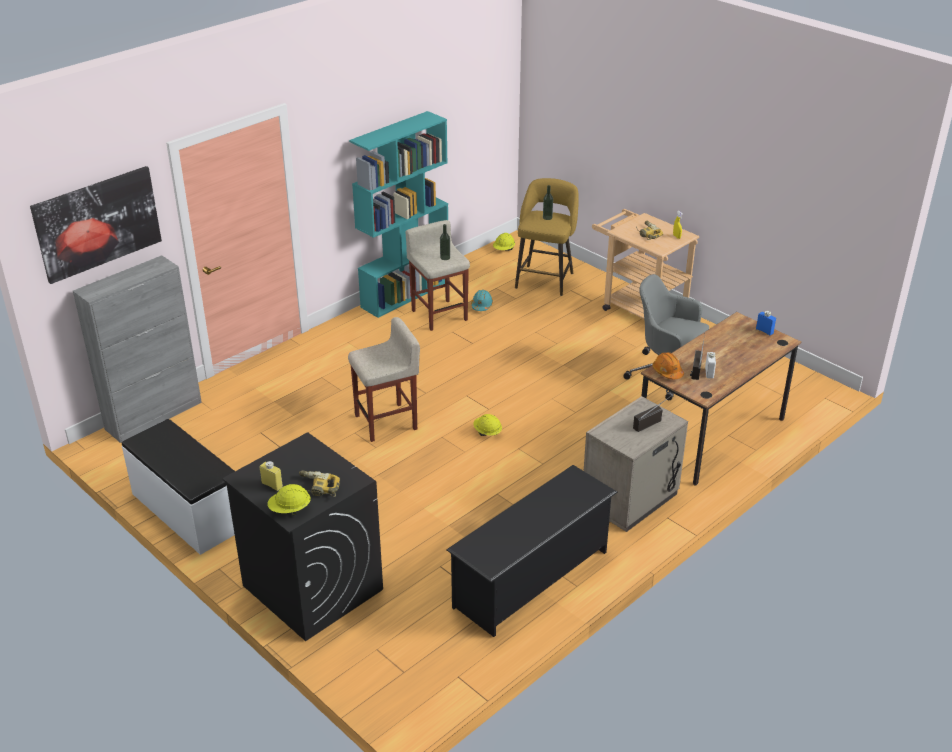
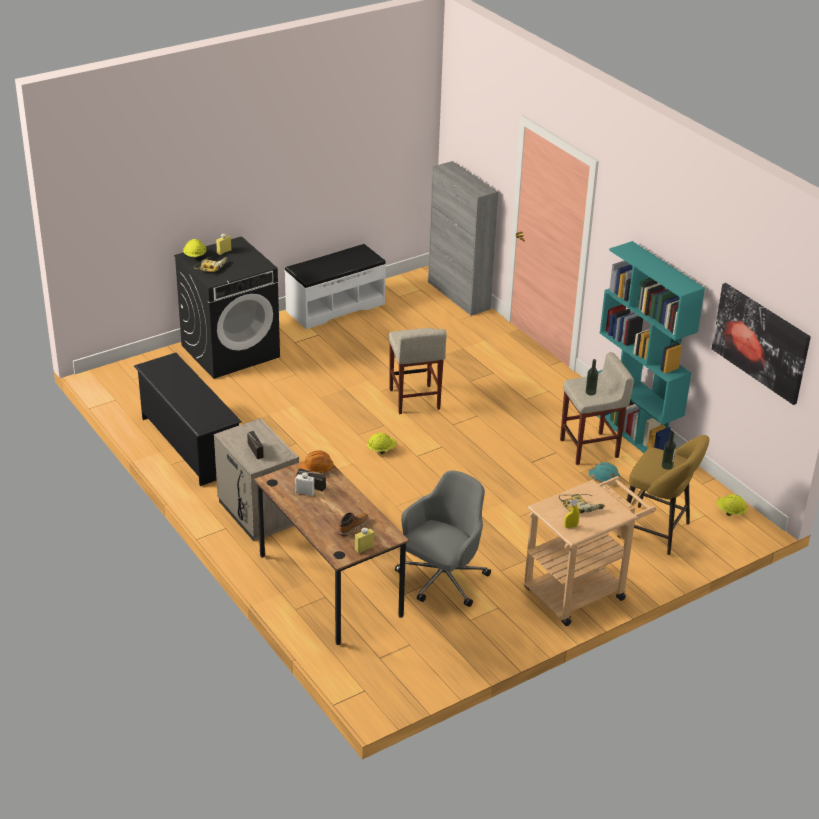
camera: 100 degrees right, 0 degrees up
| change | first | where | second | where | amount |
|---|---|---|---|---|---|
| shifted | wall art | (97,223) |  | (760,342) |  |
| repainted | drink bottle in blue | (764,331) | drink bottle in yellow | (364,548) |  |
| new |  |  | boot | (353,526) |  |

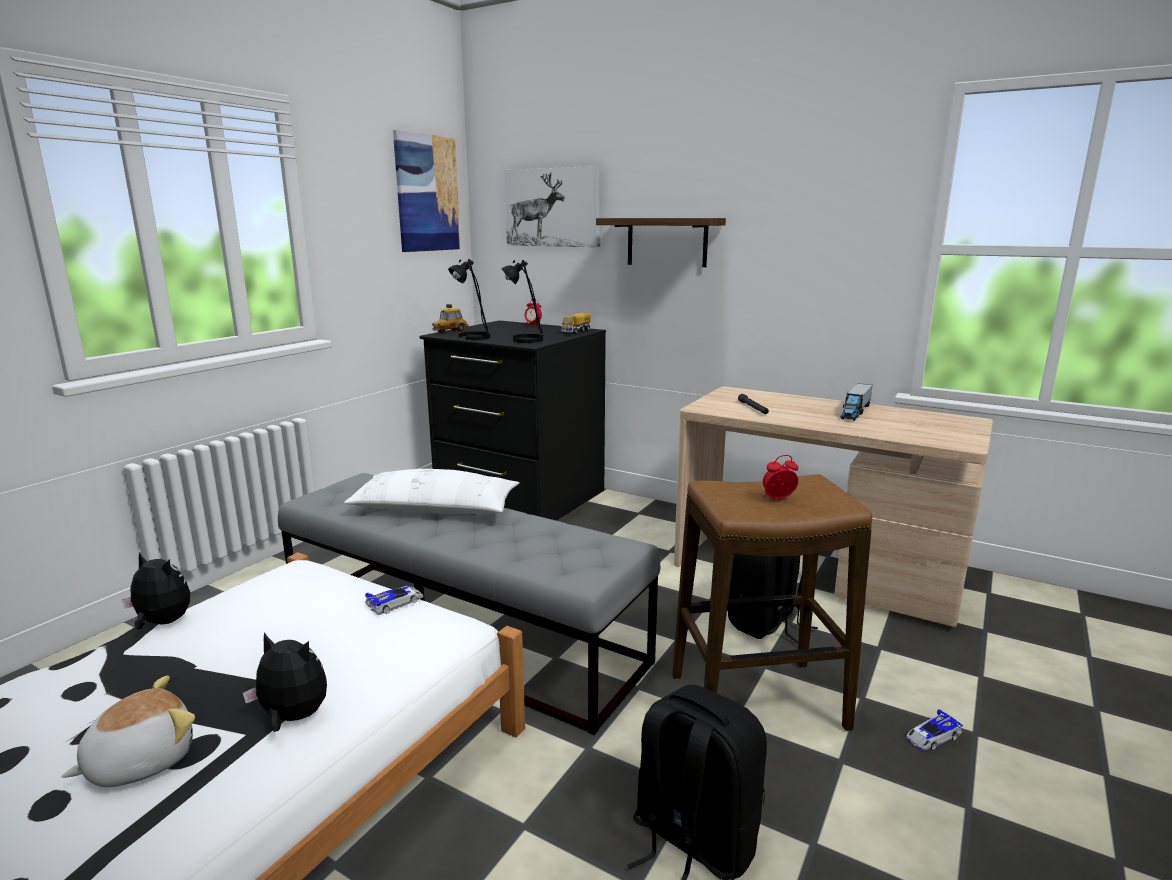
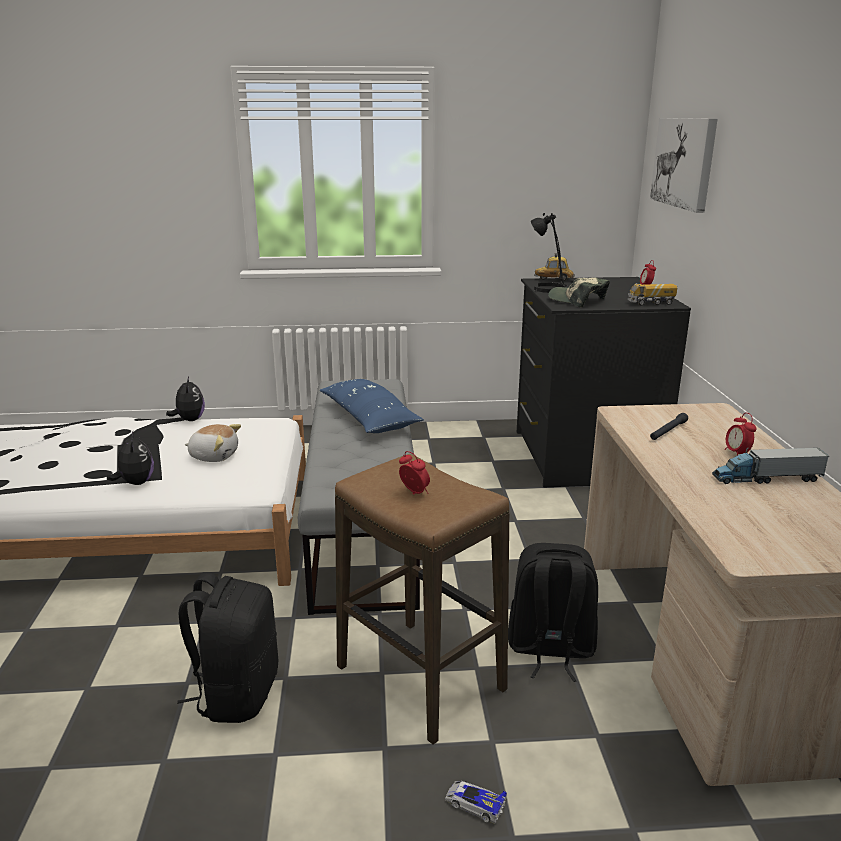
camera: 55 degrees right, 5 degrees up
| change | first | where | second | where | amount |
|---|---|---|---|---|---|
| shifted | cuddly toy | (140,761) |  | (214,456) |  |
| repainted | cushion in white | (435,510) | cushion in blue | (368,418) |  |
| gone | miniature car | (396,603) |  |  |  |
| gone | wall art | (427,193) |  |  |  |
| swapped | tabletop lamp in blackish | (526,339) | cap | (577,300) |  |
| gone | shelf | (667,242) |  |  |  |
| new |  |  | alarm clock | (737,453) |  |

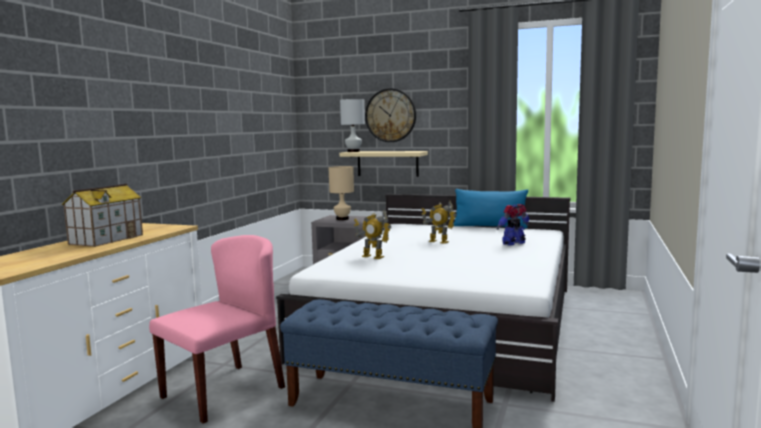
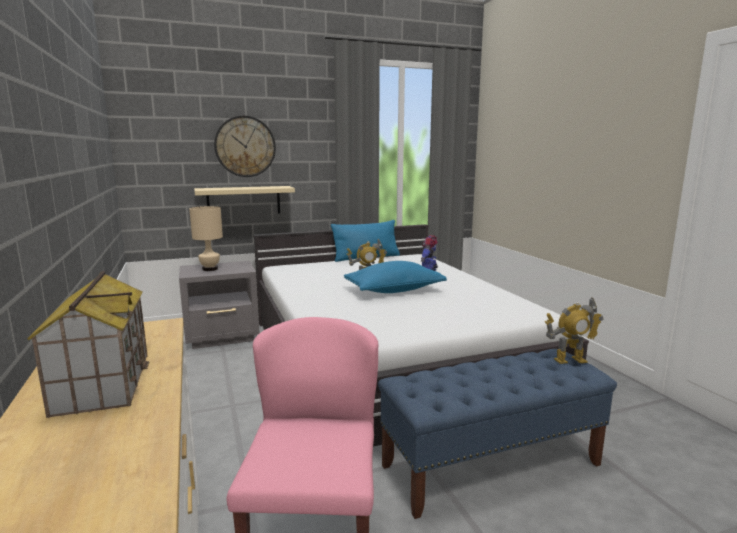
camera: 40 degrees left, 5 degrees up
| change | first | where | second | where | amount |
|---|---|---|---|---|---|
| gone | tabletop lamp in white | (353,151) |  |  |  |
| shifted | toy robot | (372,257) |  | (570,360) |  |
| new |  |  | cushion in blue | (394,290) |  |

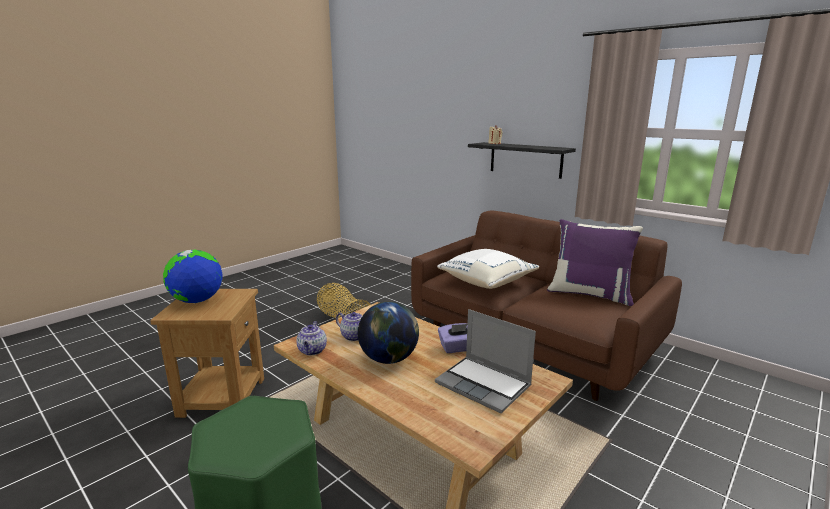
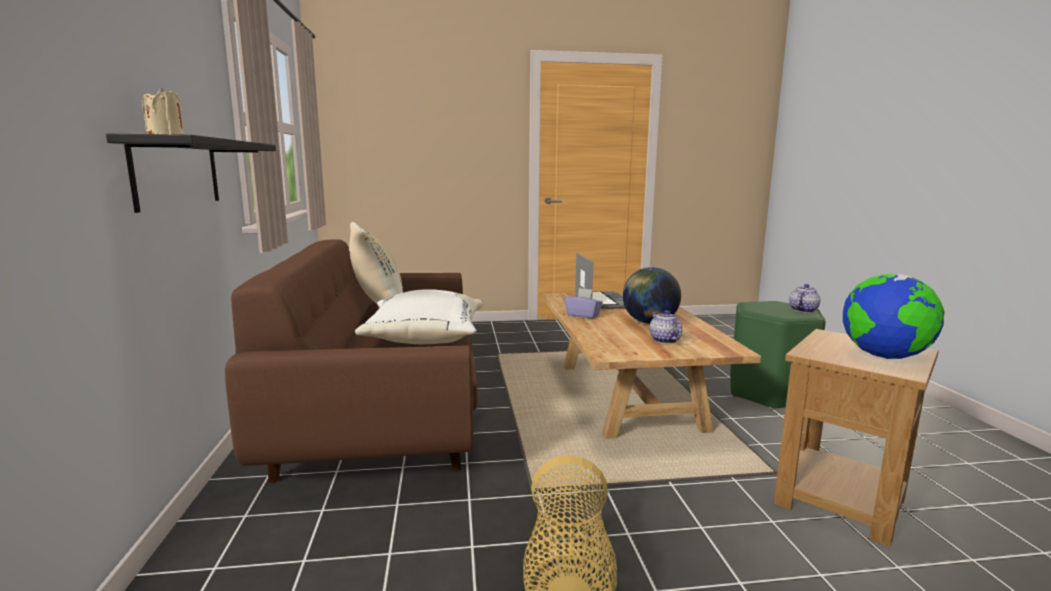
camera: 140 degrees left, 5 degrees down
| change | first | where | second | where | amount |
|---|---|---|---|---|---|
| shifted | tea pot | (312,351) |  | (803,310) |  |
| repainted | cushion in purple-coloured | (590,294) | cushion in beige-coloured | (377,309) |  |

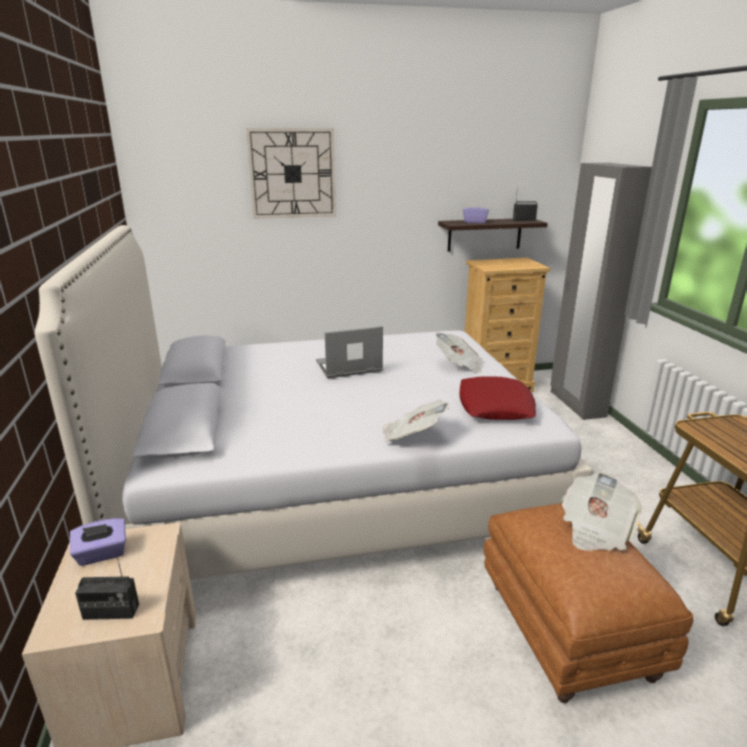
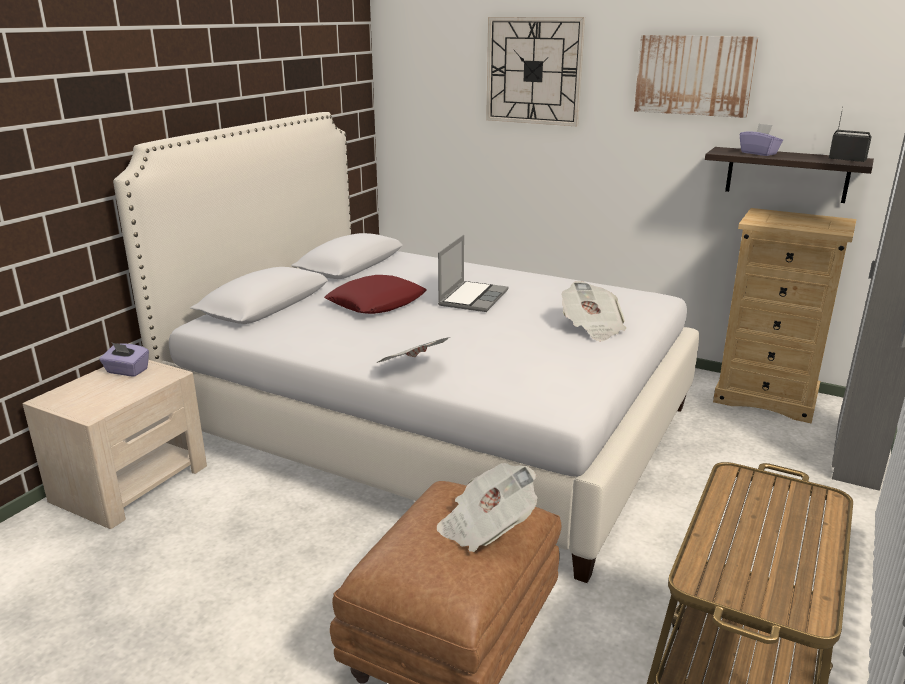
camera: 40 degrees right, 0 degrees up
| change | first | where | second | where | amount |
|---|---|---|---|---|---|
| gone | radio set | (111,612) |  |  |  |
| rotated | portable computer | (348,367) |  | (472,298) | 90 degrees clockwise |
| shifted | cushion in reddish | (494,406) |  | (376,303) |  |
| new |  |  | wall art | (694,75) |  |

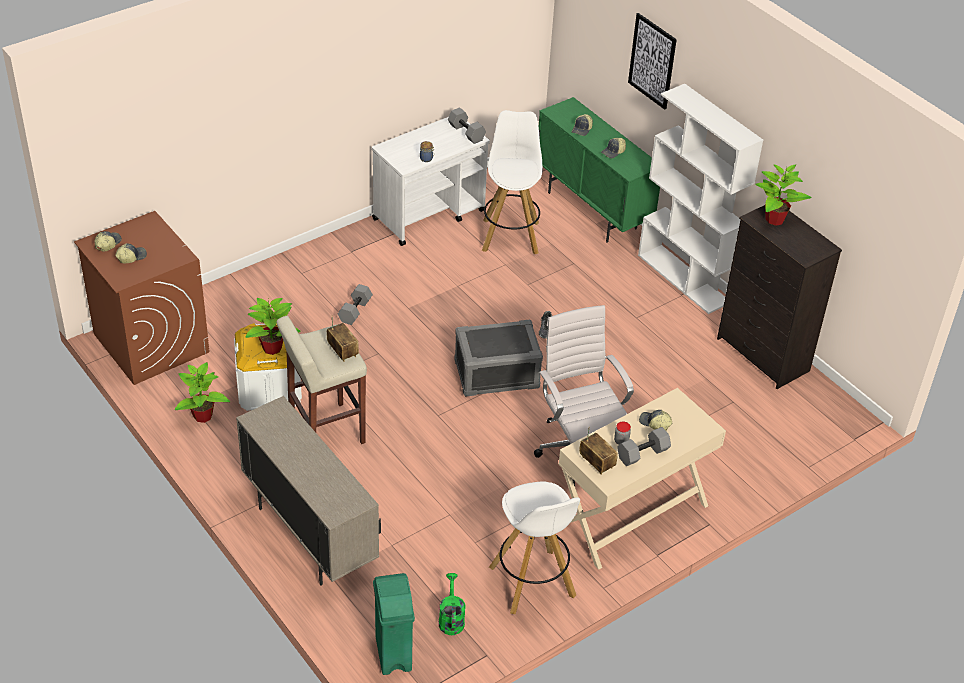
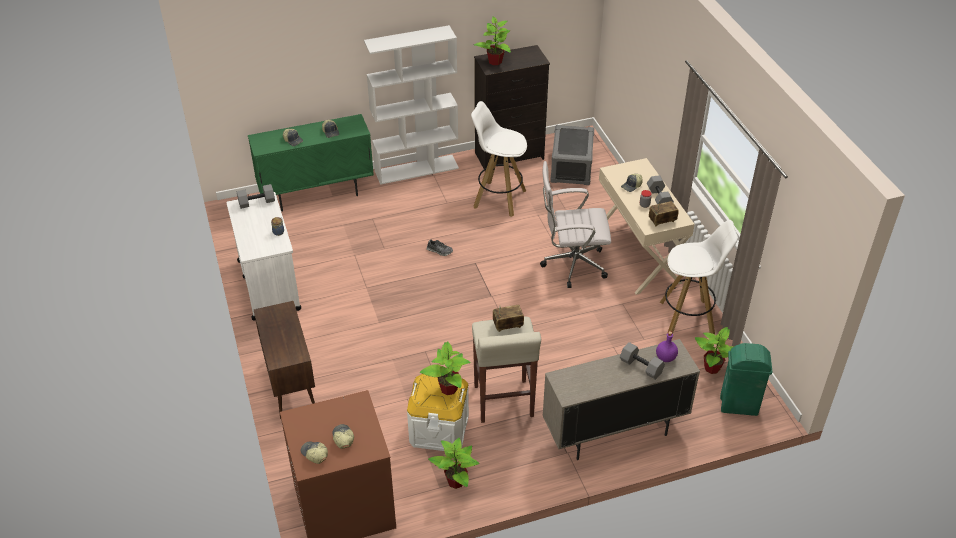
camera: 70 degrees left, 0 degrees up
| change | first | where | second | where | amount |
|---|---|---|---|---|---|
| shifted | dumbbell in gray | (354,310) |  | (640,367) |  |
| swapped | watering can in greenish | (451,619) | plant in a pot | (712,367) |  |
| shifted | storage container in gray | (496,374) |  | (571,168) |  |
| shifted | sitting stool in white | (510,236) |  | (498,199) |  |
| gone | wall art | (652,61) |  |  |  |
| new |  |  | cabinet in brown | (290,384) |  |
| new |  |  | drink bottle in purple-coloured | (665,357) |  |

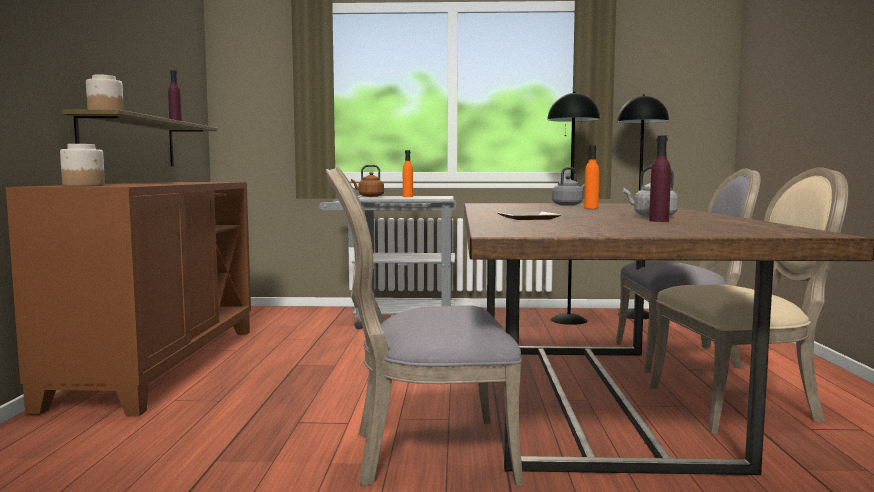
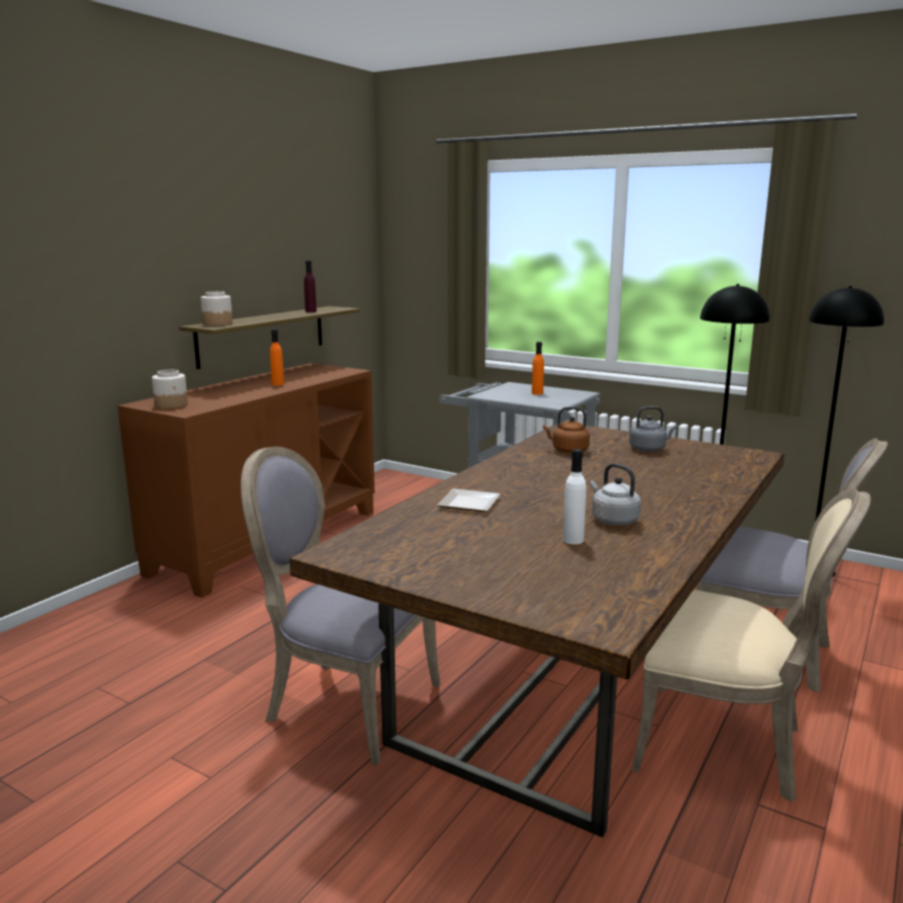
camera: 30 degrees right, 10 degrees up
| change | first | where | second | where | amount |
|---|---|---|---|---|---|
| shifted | water kettle in brown | (369,196) |  | (568,450) |  |
| shifted | drink bottle in orange-coloured | (591,208) |  | (277,384) |  |
| repainted | drink bottle in purple-coloured | (659,221) | drink bottle in white | (573,540) |  |

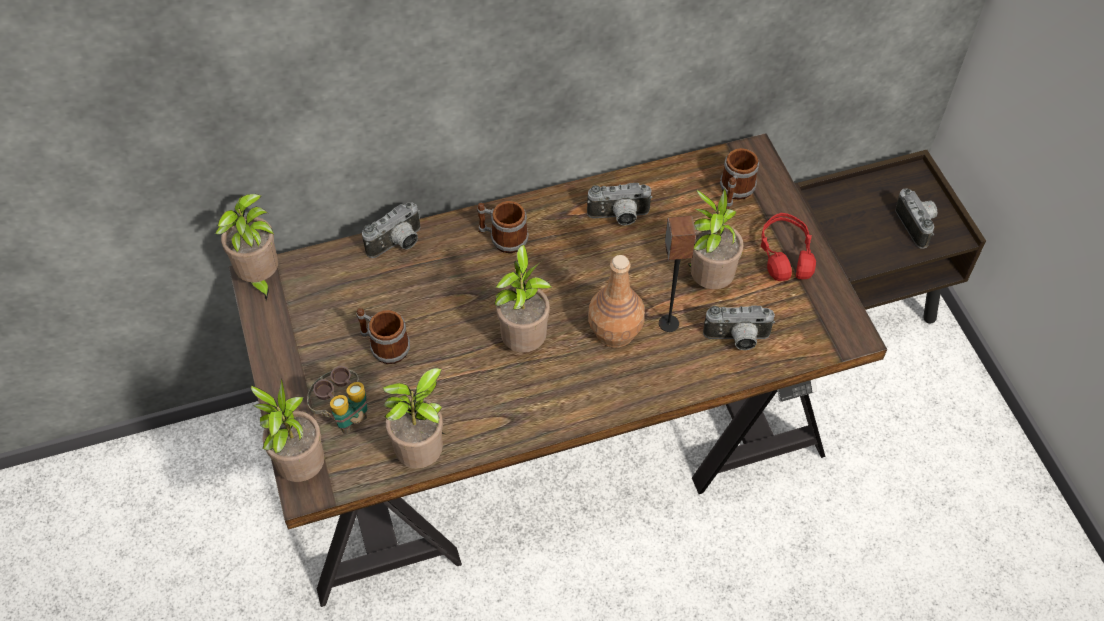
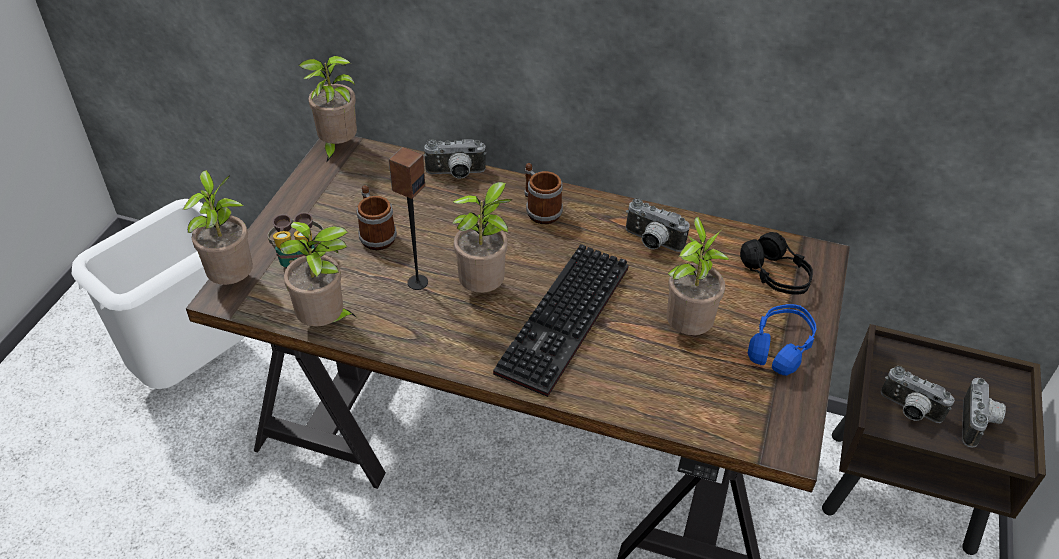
camera: 35 degrees right, 10 degrees down
| change | first | where | second | where | amount |
|---|---|---|---|---|---|
| swapped | drink bottle in brown | (615,332) | keyboard | (566,323) |  |
| shifted | speaker | (668,323) |  | (417,282) |  |
| shifted | photo camera | (737,340) |  | (909,410) |  |
| swapped | mug | (734,193) | pair of headphones in blackish | (775,275) |  |
| repainted | pair of headphones in reddish | (785,255) | pair of headphones in blue | (780,347) |  |
| new |  |  | rubbish bin in white | (196,367) |  |

